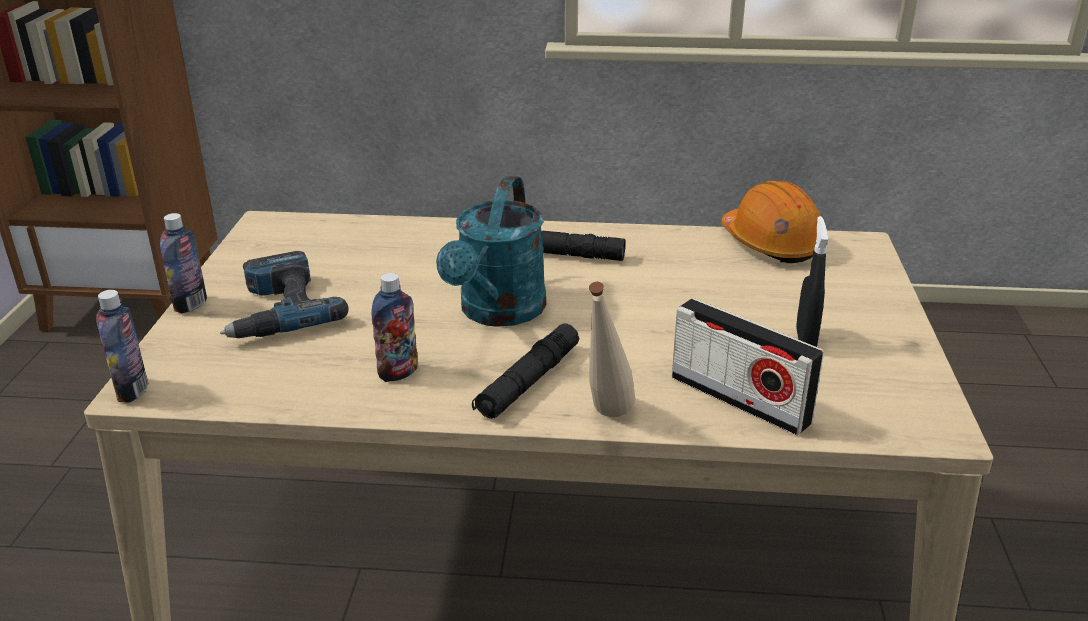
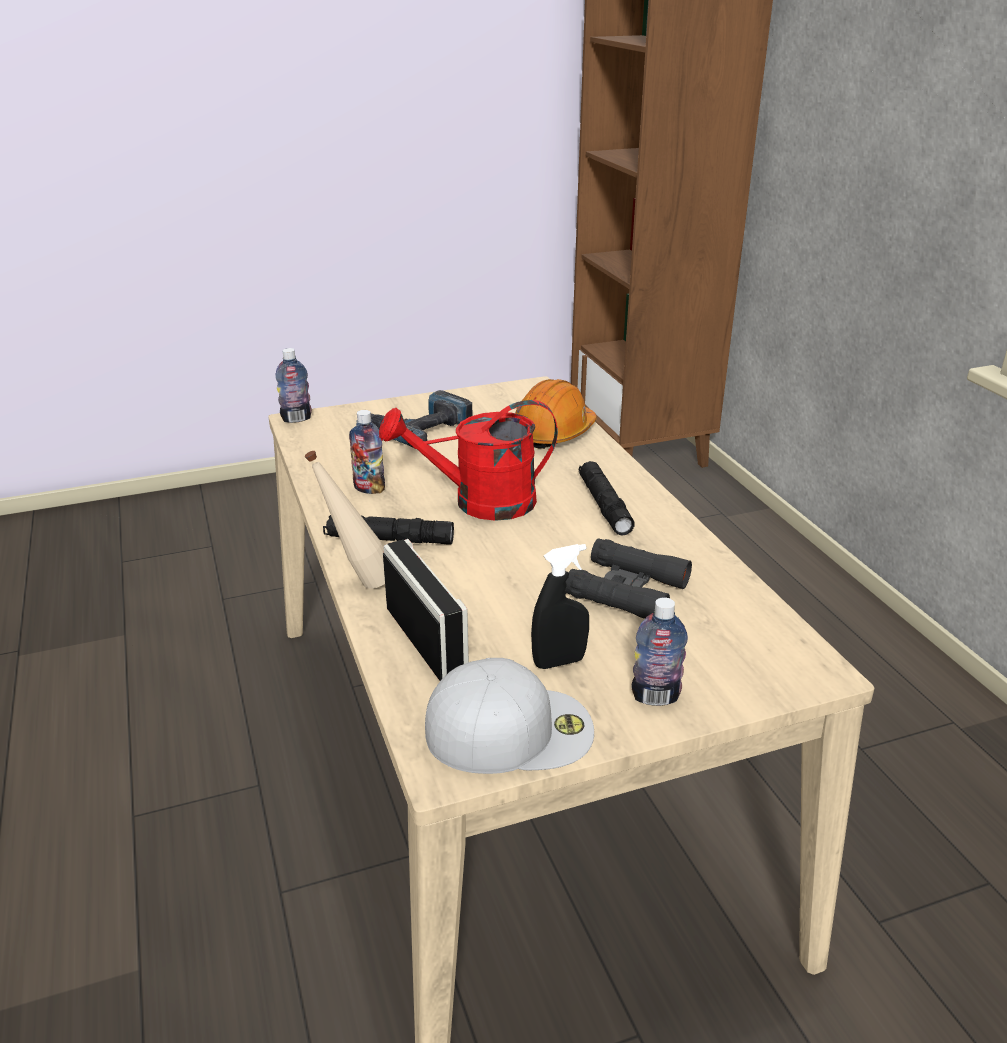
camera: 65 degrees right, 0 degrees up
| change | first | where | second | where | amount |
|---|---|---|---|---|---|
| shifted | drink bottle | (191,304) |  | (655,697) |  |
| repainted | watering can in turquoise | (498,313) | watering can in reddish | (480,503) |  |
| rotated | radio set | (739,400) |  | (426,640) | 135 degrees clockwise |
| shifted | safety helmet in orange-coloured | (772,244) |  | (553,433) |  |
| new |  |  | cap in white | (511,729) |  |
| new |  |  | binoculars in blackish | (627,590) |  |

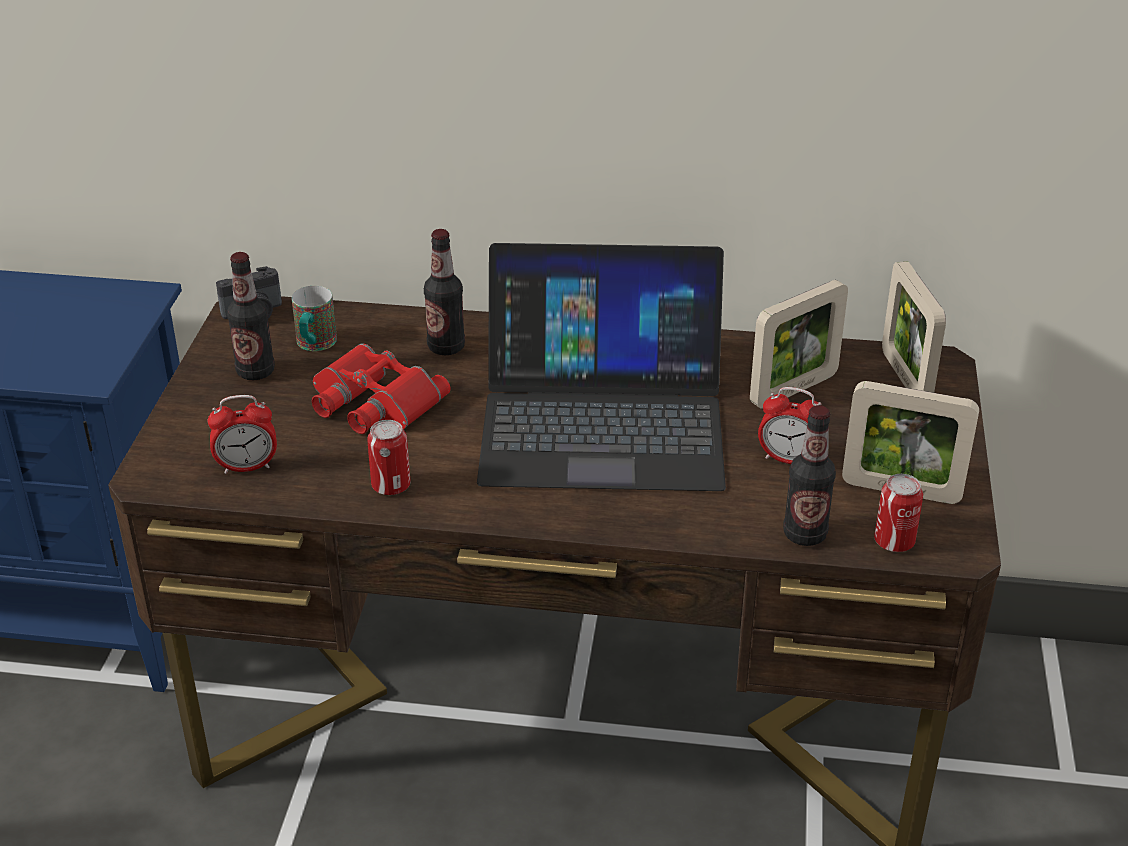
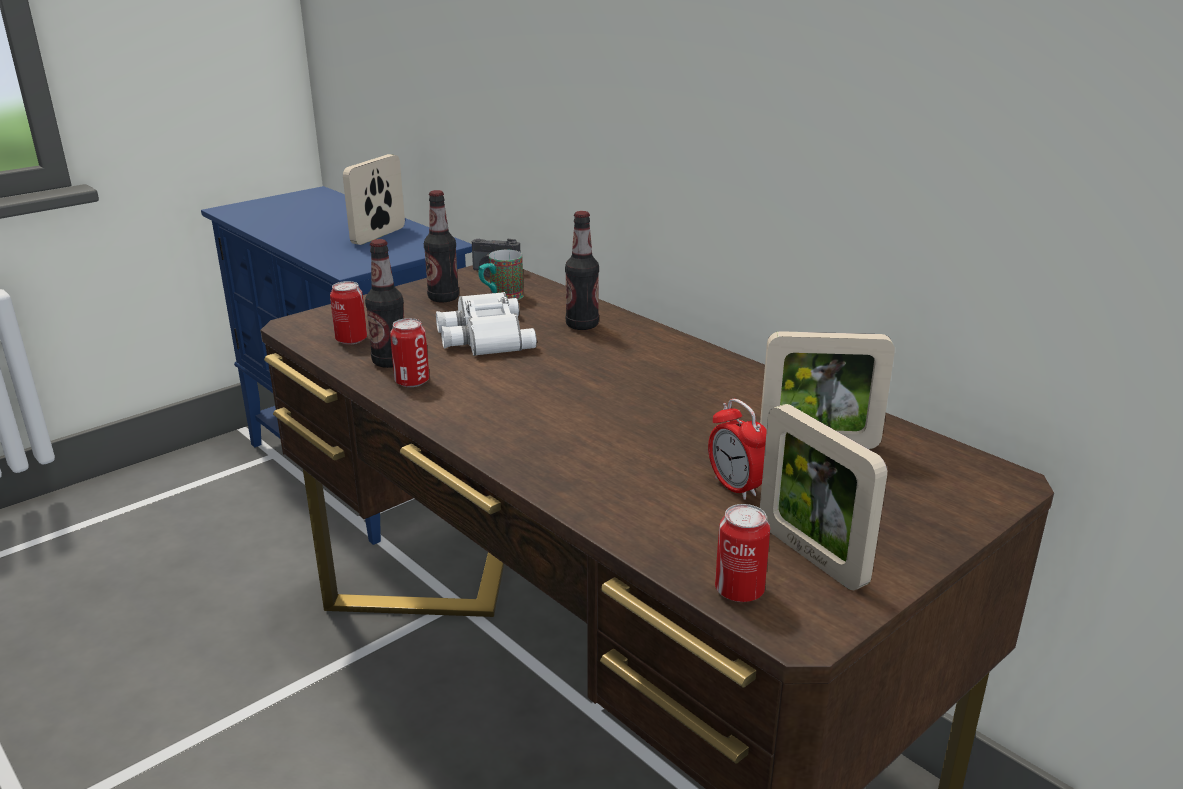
camera: 40 degrees right, 10 degrees down
| change | first | where | second | where | amount |
|---|---|---|---|---|---|
| swapped | alarm clock | (247,467) | metal can | (351,339) |  |
| repainted | binoculars in reddish | (372,401) | binoculars in white | (483,335) |  |
| gone | portable computer | (602,420) |  |  |  |
| shifted | drink bottle | (804,534) |  | (390,362) |  |
| shifted | picture frame | (905,378) |  | (378,235) |  |

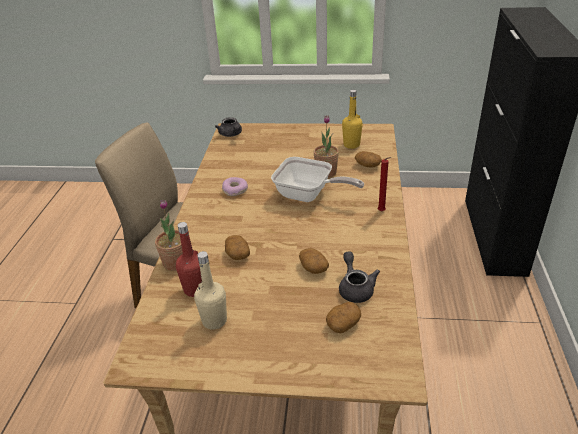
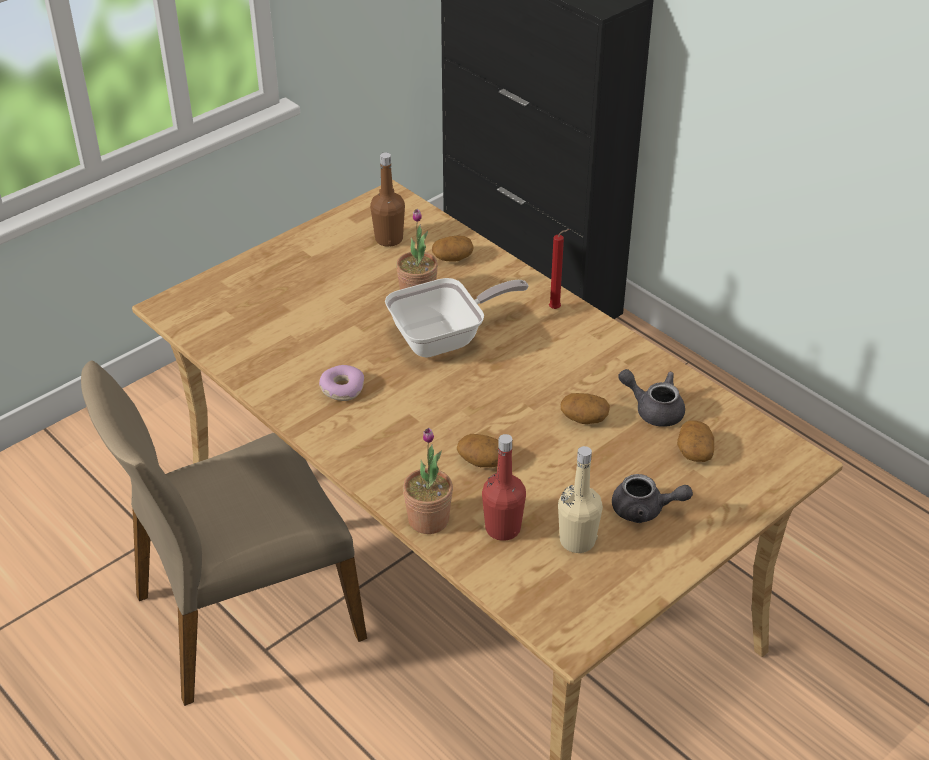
camera: 50 degrees left, 5 degrees up
| change | first | where | second | where | amount |
|---|---|---|---|---|---|
| shifted | tea pot in gray | (231,134) |  | (645,510) |  |
| repainted | drink bottle in yellow | (351,145) | drink bottle in brown | (389,239) |  |

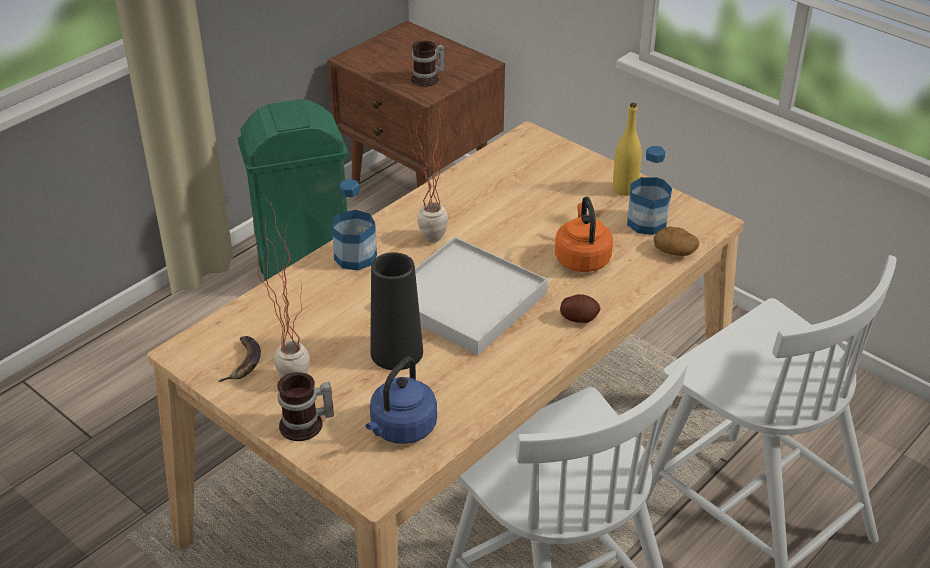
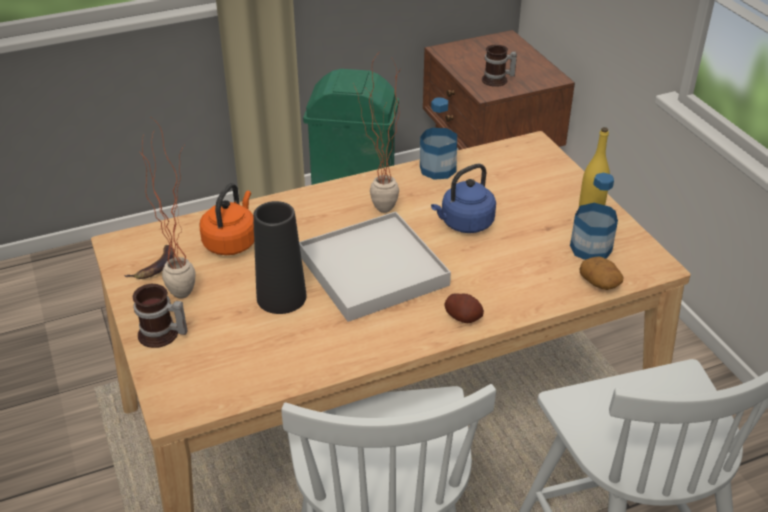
camera: 25 degrees right, 0 degrees up
| change | first | where | second | where | amount |
|---|---|---|---|---|---|
| shifted | drink bottle | (355,257) |  | (438,169) |  |
| shifted | water kettle in blue | (401,429) |  | (464,224) |  |
| shifted | water kettle in orange-coloured | (582,258) |  | (231,242) |  |

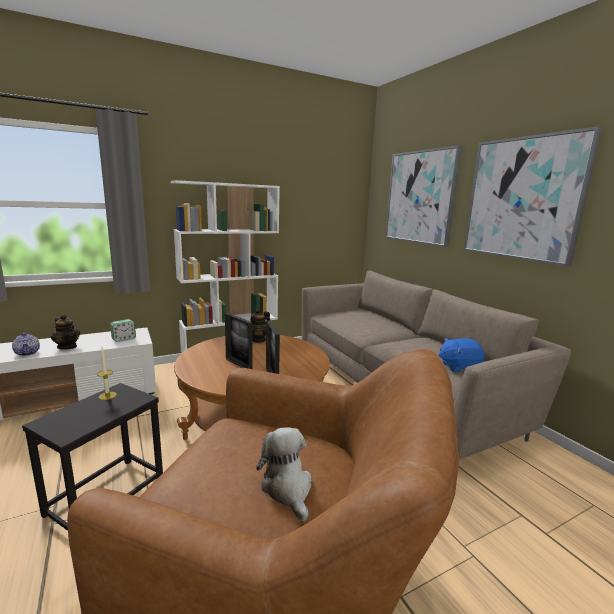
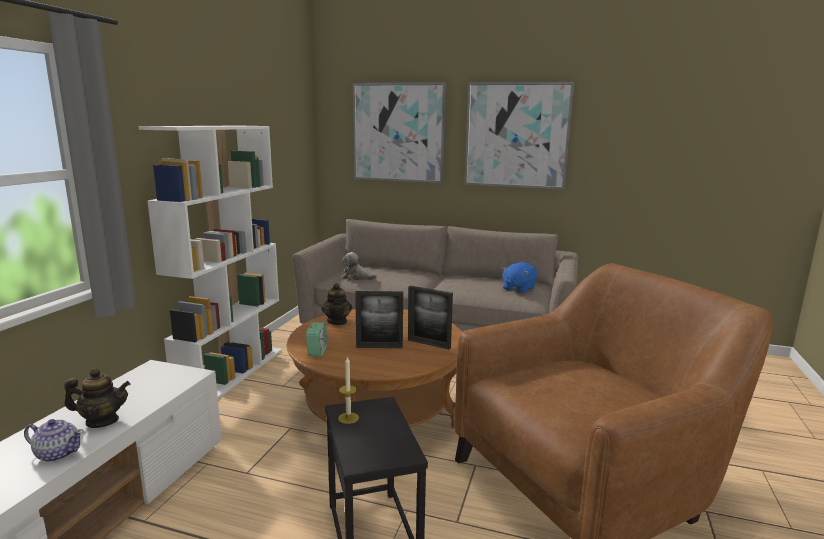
camera: 45 degrees left, 0 degrees up
| change | first | where | second | where | amount |
|---|---|---|---|---|---|
| shifted | alarm clock | (124,339) |  | (317,351) |  |
| shifted | cuddly toy | (288,488) |  | (357,277) |  |

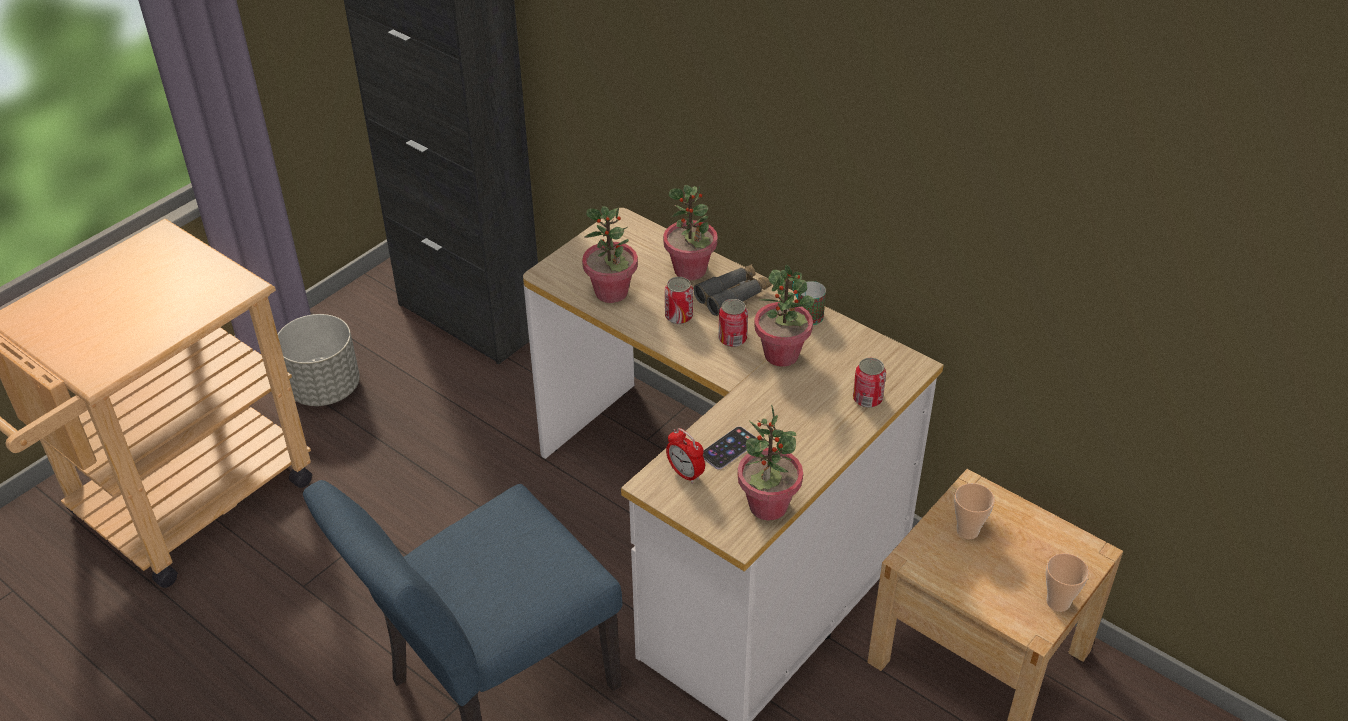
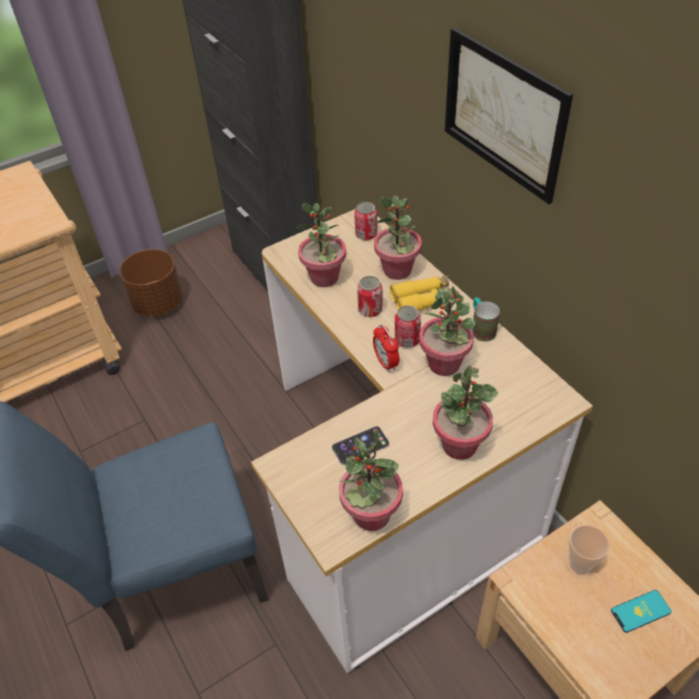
camera: 20 degrees right, 5 degrees up
| change | first | where | second | where | amount |
|---|---|---|---|---|---|
| repainted | plant pot in gray | (325,388) | plant pot in brown | (158,303) |  |
| shifted | alarm clock | (685,474) |  | (386,363) |  |
| repainted | binoculars in gray | (733,295) | binoculars in yellow | (424,300) |  |
| shifted | metal can | (867,399) |  | (366,234) |  |
| gone | small cup | (1058,602) |  |  |  |
| new |  |  | plant in a pot | (459,445) |  |
| new |  |  | wall art | (503,114) |  |
| new |  |  | phone | (640,611) |  |

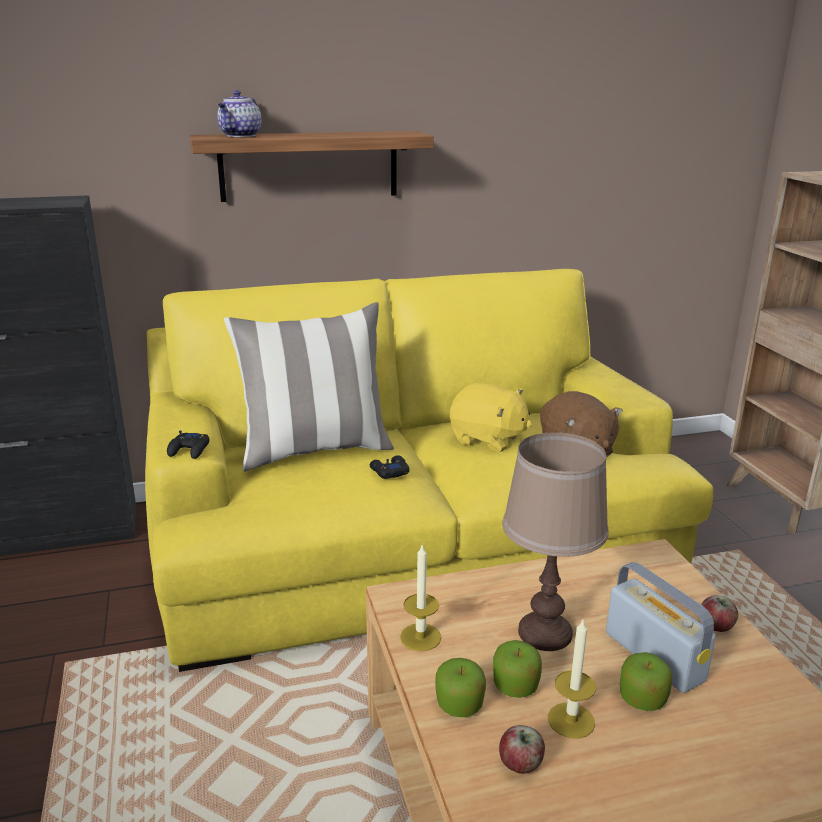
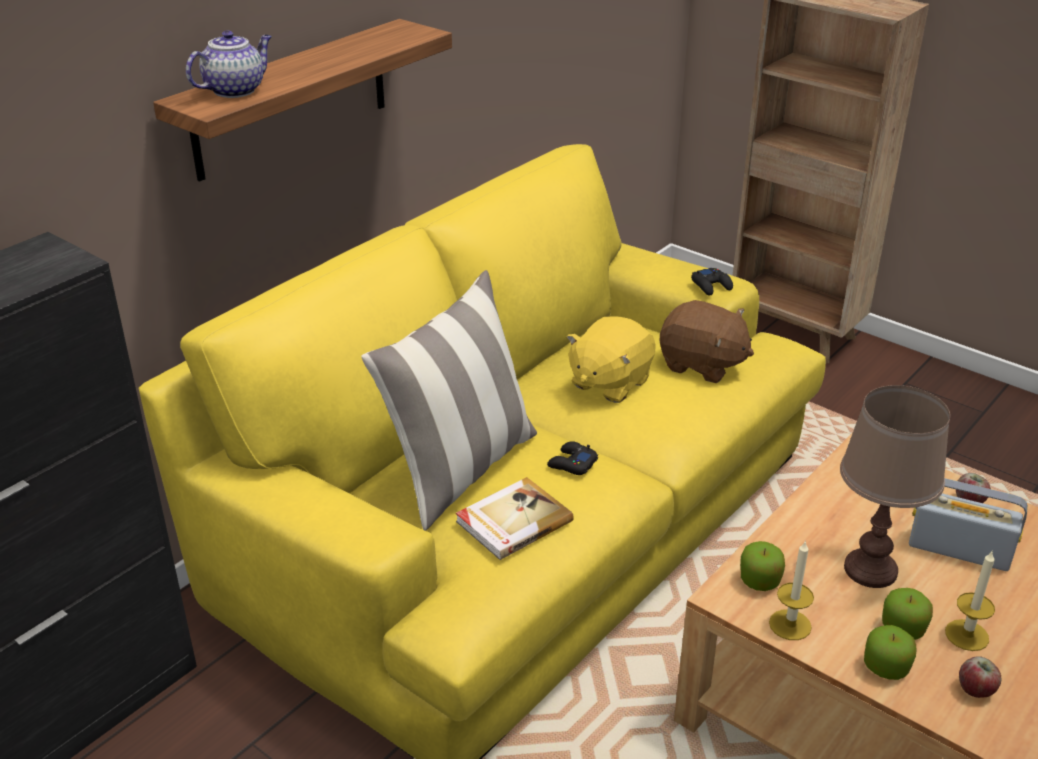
camera: 35 degrees left, 10 degrees up
| change | first | where | second | where | amount |
|---|---|---|---|---|---|
| shifted | game controller in blackish | (189,450) |  | (711,286) |  |
| rotated | tea pot | (240,135) |  | (235,90) | 120 degrees counterclockwise |
| rotated | cuddly toy in yellow | (488,439) |  | (609,382) | 135 degrees clockwise |
| shifted | whole apple | (642,699) |  | (759,581) |  |
| new |  |  | bound book | (512,521) |  |

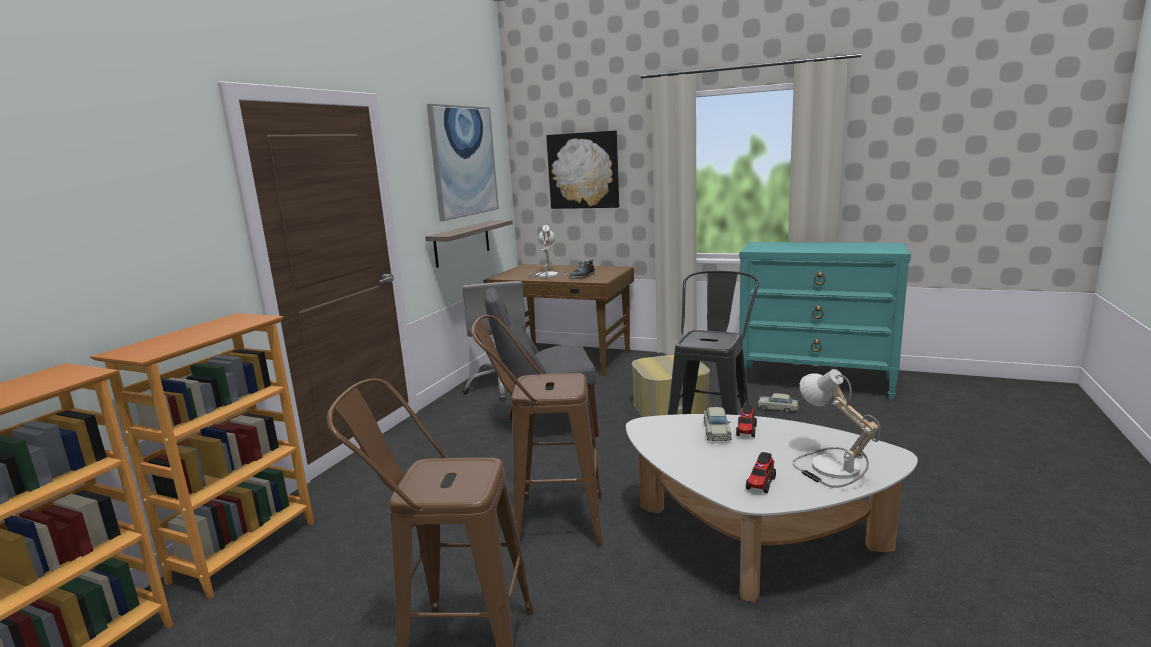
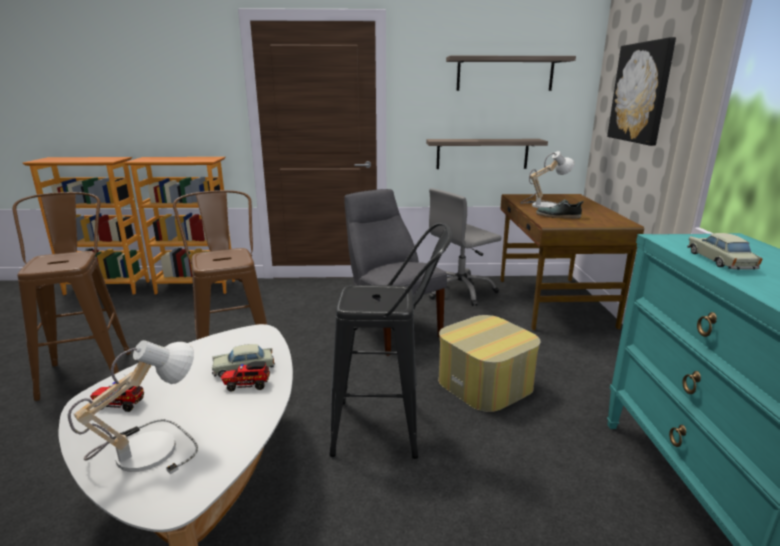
camera: 65 degrees right, 5 degrees up
| change | first | where | second | where | amount |
|---|---|---|---|---|---|
| swapped | wall art | (464,161) | shelf | (505,74) |  |
| shifted | miniature car in beige-coloured | (777,408) |  | (719,261) |  |

